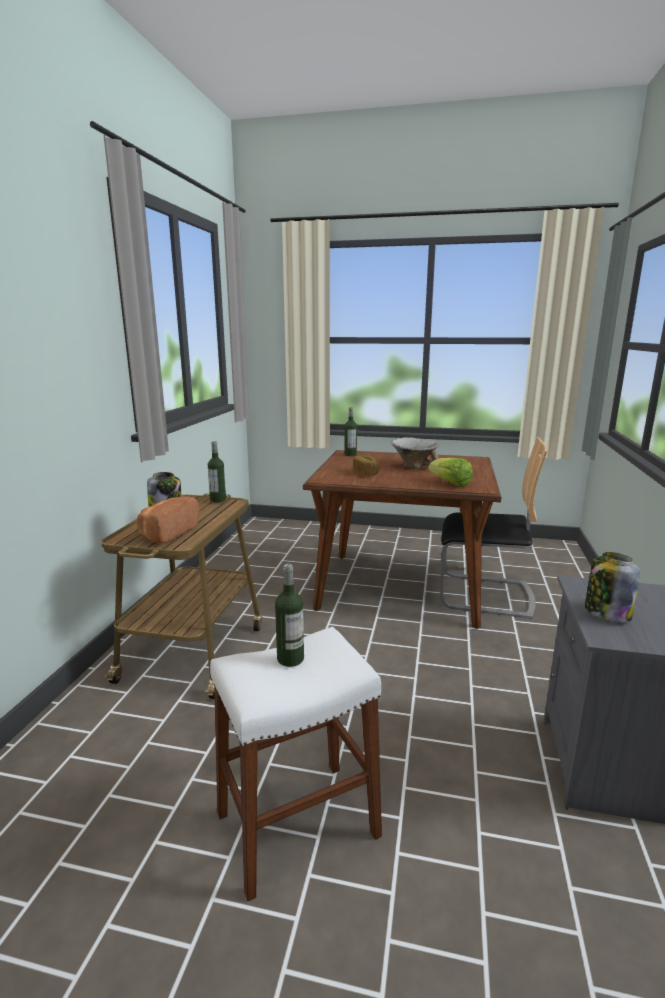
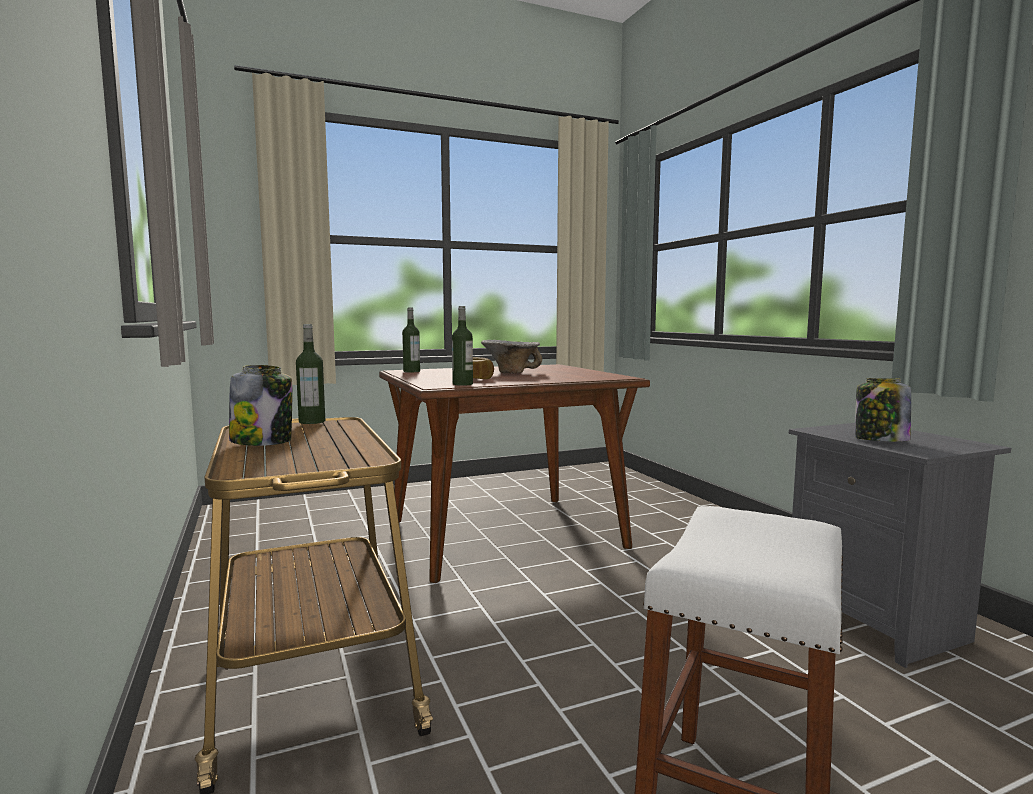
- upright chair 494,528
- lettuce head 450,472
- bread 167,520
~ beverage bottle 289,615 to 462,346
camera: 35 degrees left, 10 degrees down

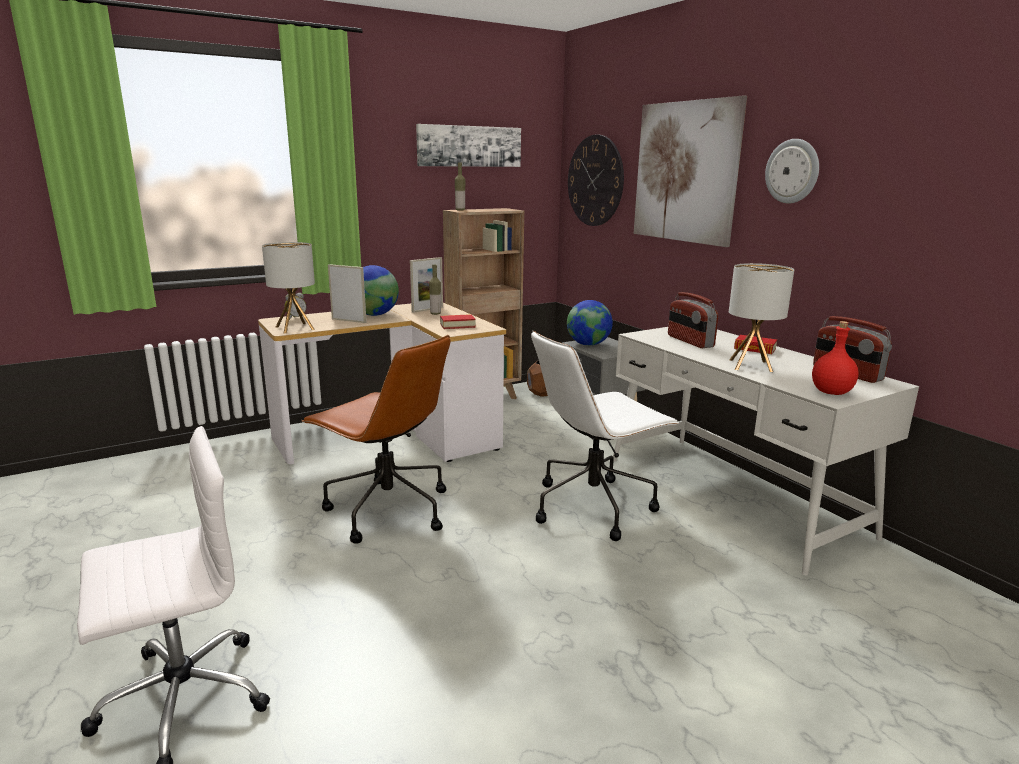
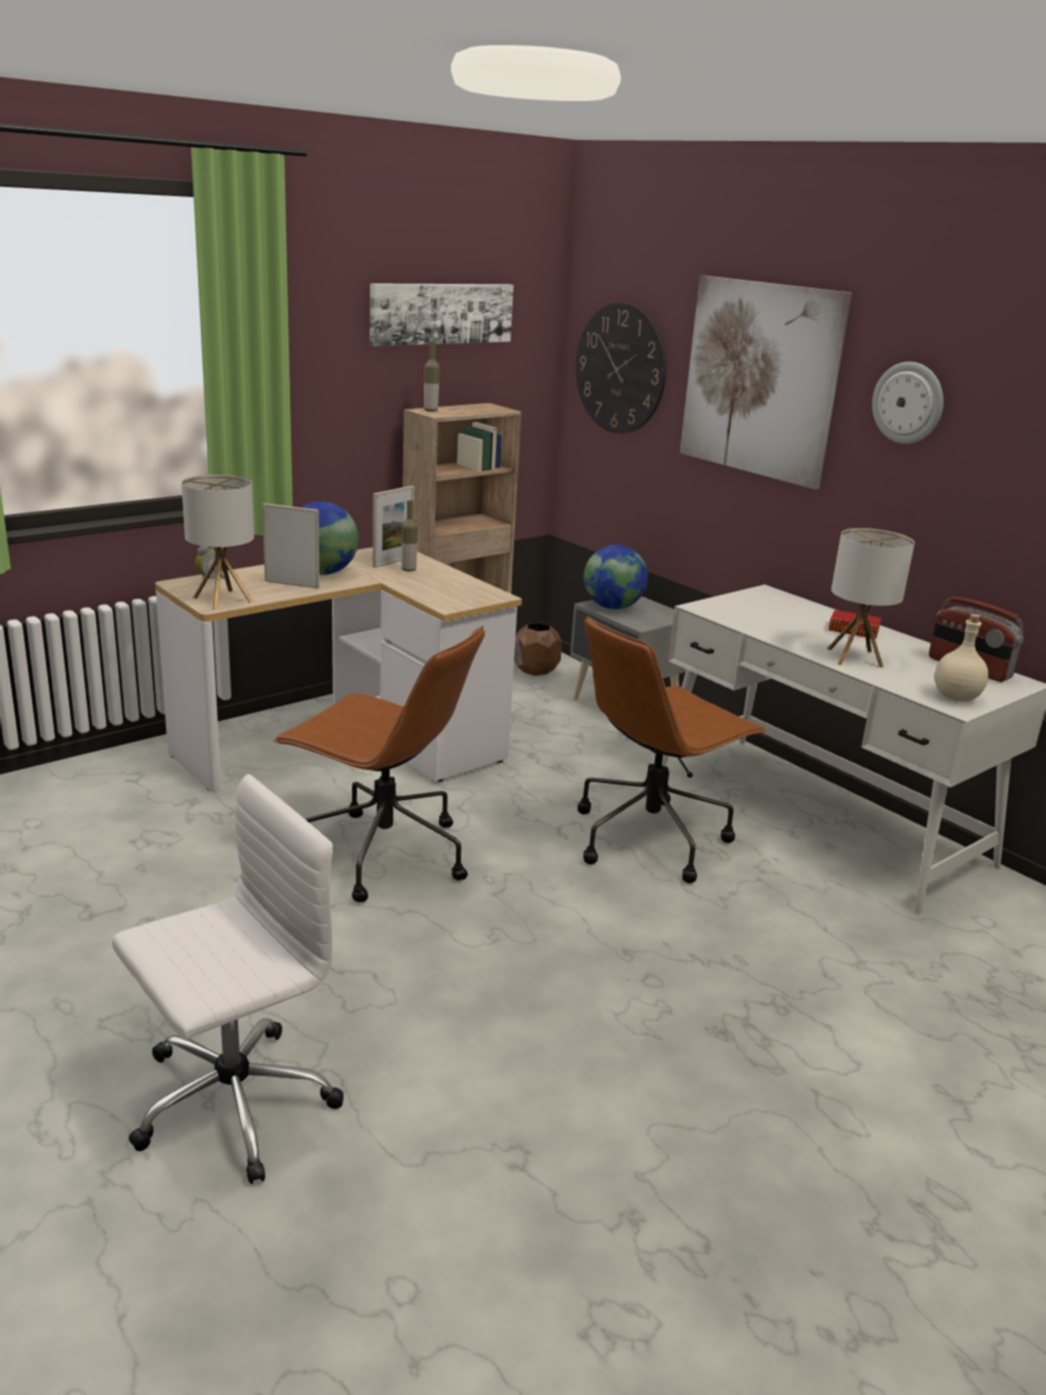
- radio 693,320
- bound book 458,321
~ beverage bottle (red) 835,358 to beverage bottle (sand-coloured) 961,657
~ computer chair (whitish) 605,436 to computer chair (brown) 672,749
camera: 10 degrees left, 5 degrees up

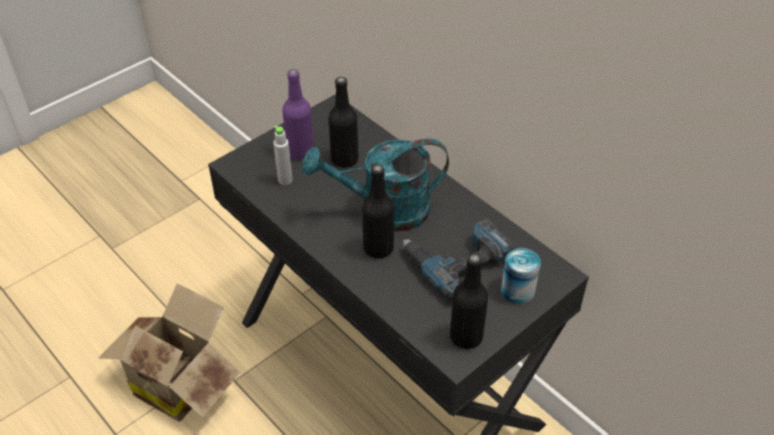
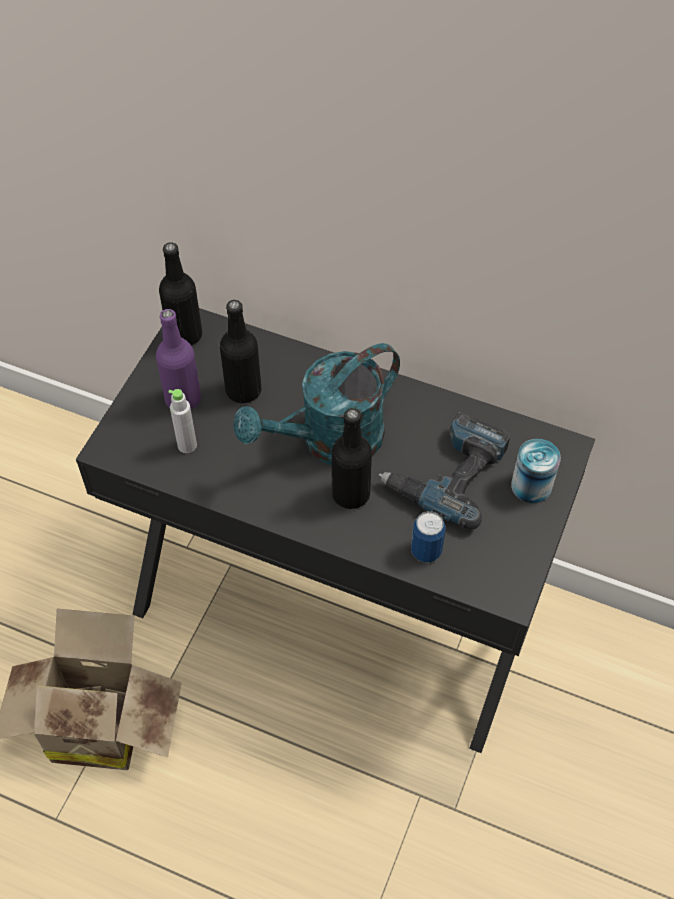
~ beverage bottle (blackish) 469,301 to 180,294
+ sealed can 428,537
camera: 25 degrees left, 10 degrees up

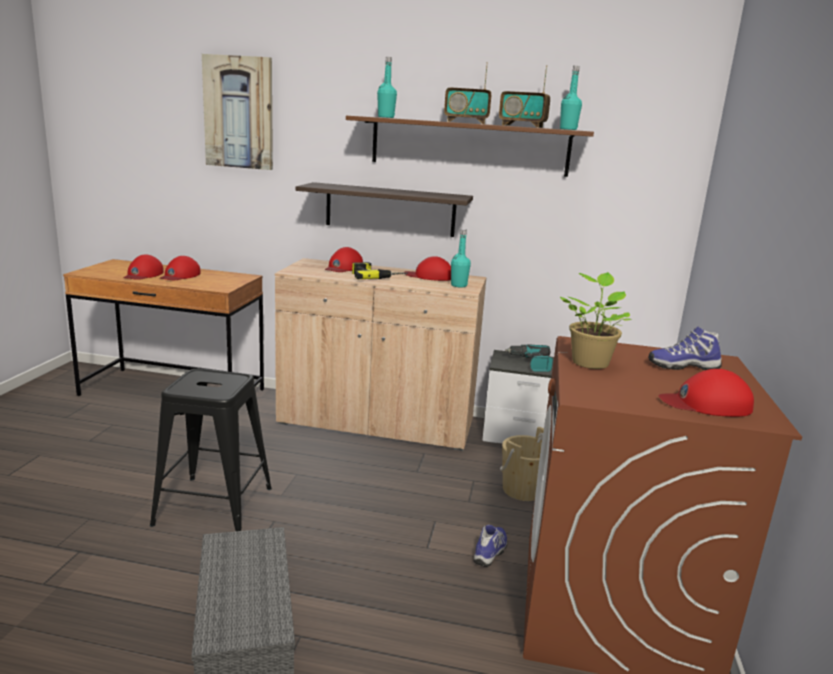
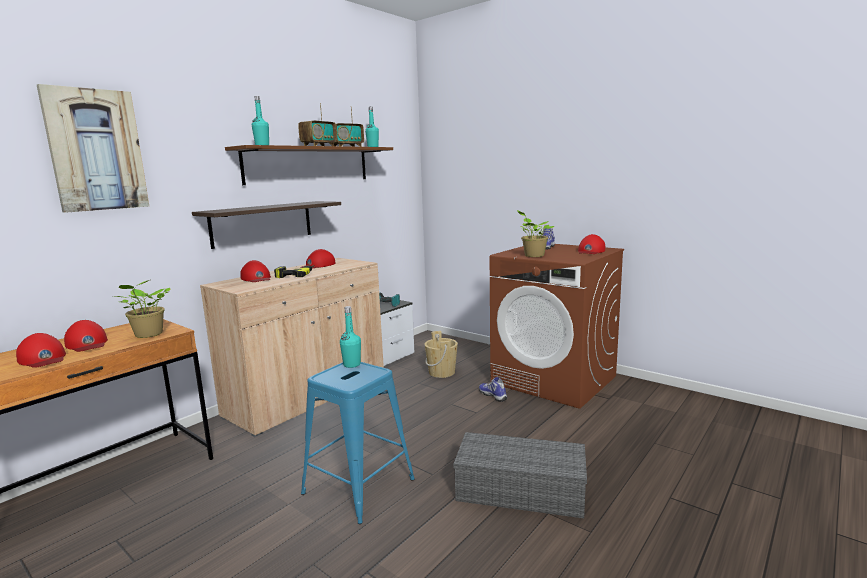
~ beverage bottle (turquoise) 461,258 to 350,337
~ stool seat (blackish) 211,450 to stool seat (blue) 358,443
+ plant in a pot 142,309
camera: 60 degrees left, 5 degrees down

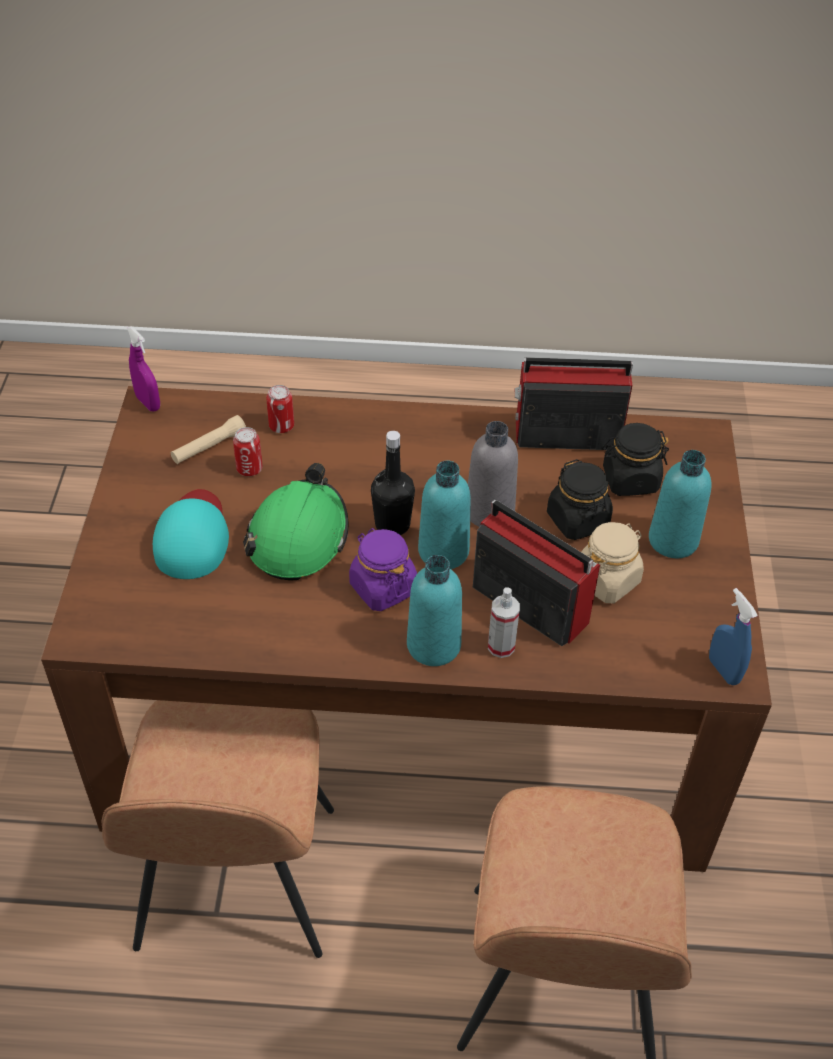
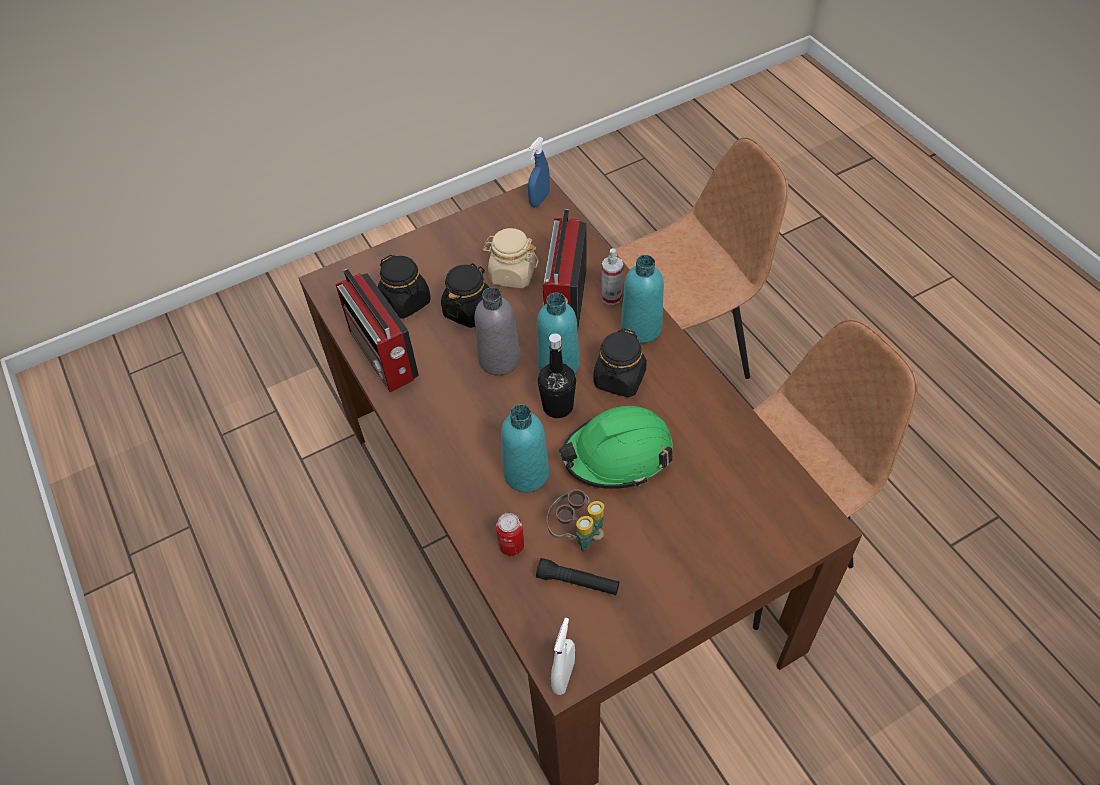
~ sprayer (purple-coloured) 143,368 to sprayer (whitish) 563,656
~ hand torch (sand-coloured) 208,439 to hand torch (blackish) 577,576
~ sealed can 248,451 to pair of binoculars 575,521
~ beverage bottle (turquoise) 680,504 to 525,448
- baseball cap (turquoise) 191,534
~ jar (purple-coloured) 383,569 to jar (blackish) 620,362
camera: 120 degrees left, 5 degrees up

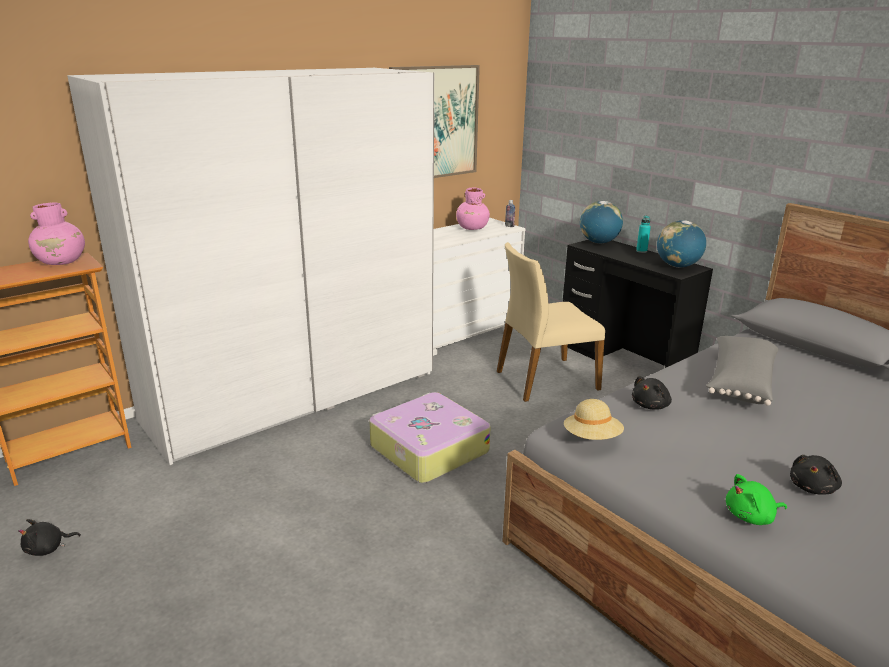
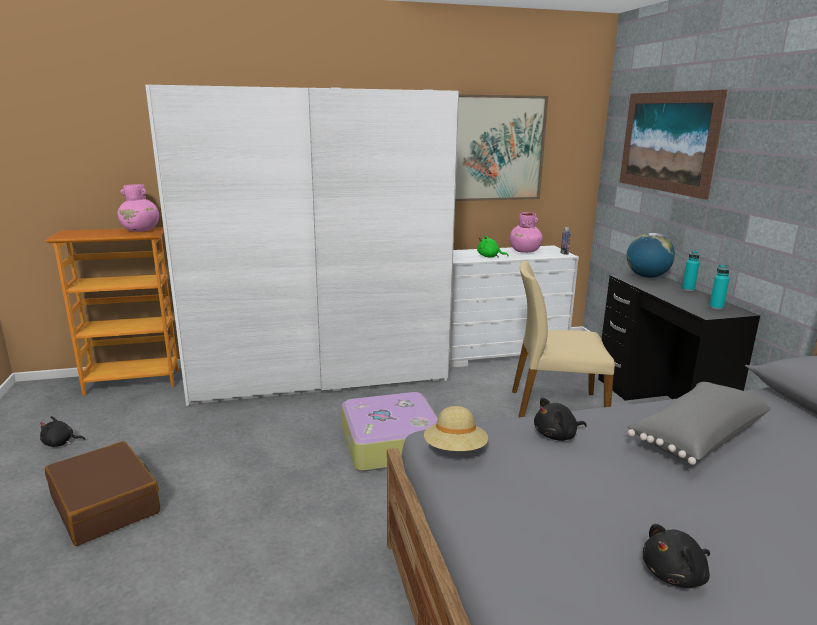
~ globe 681,243 to beverage bottle (turquoise) 719,287
~ cuddly toy (green-coloured) 756,499 to 493,246
+ wall art 673,145
+ piece of luggage (brown) 102,493
camera: 25 degrees right, 5 degrees down

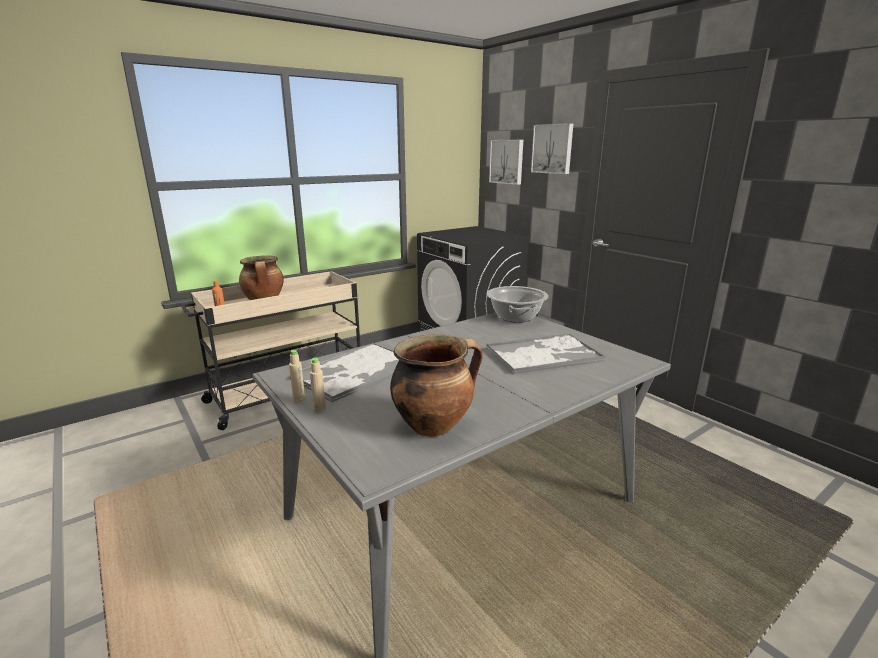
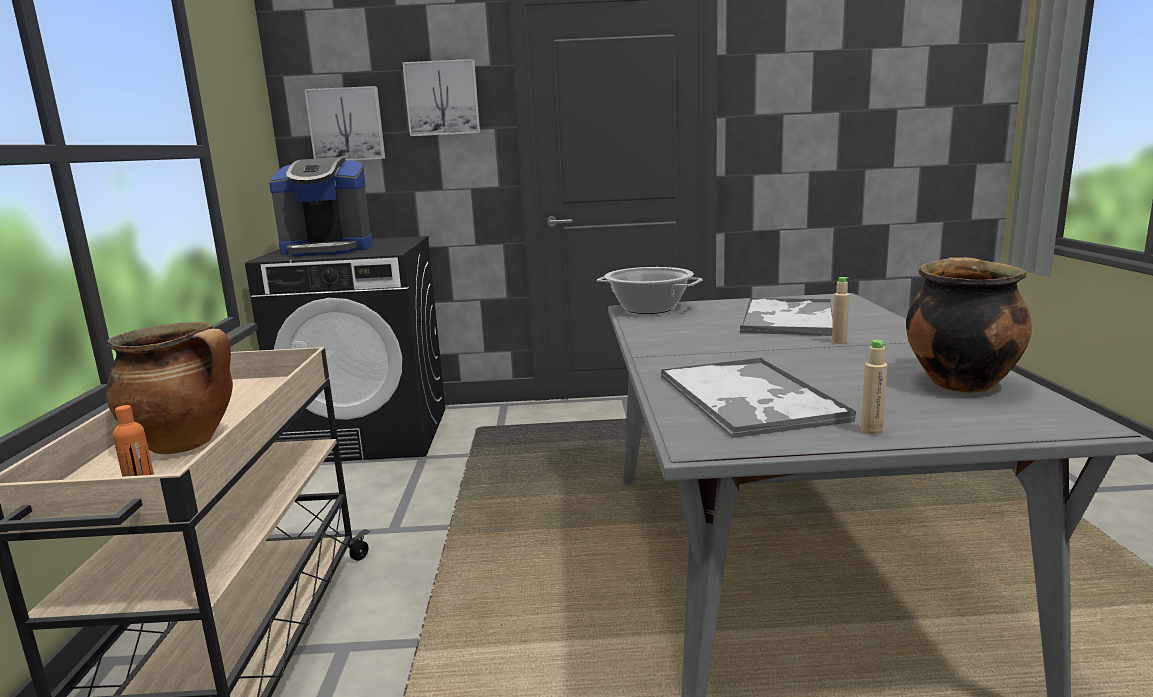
~ beverage bottle (sand-coloured) 297,376 to 841,310
+ coffee brewer 320,206
camera: 55 degrees left, 5 degrees down

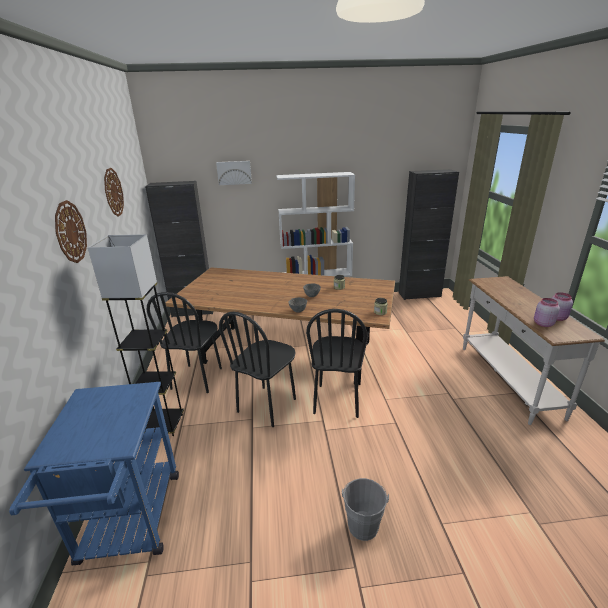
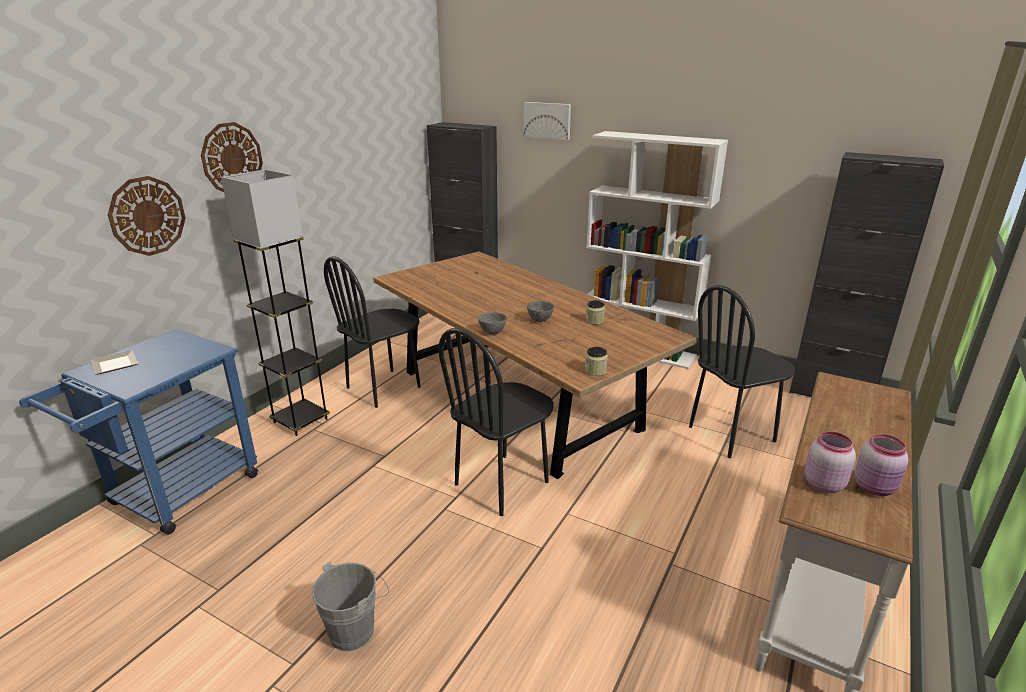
~ clock on the wall 114,192 to 147,216
~ upright chair (blackish) 257,369 to 742,372
+ flat dish 115,362
camera: 35 degrees right, 0 degrees up

